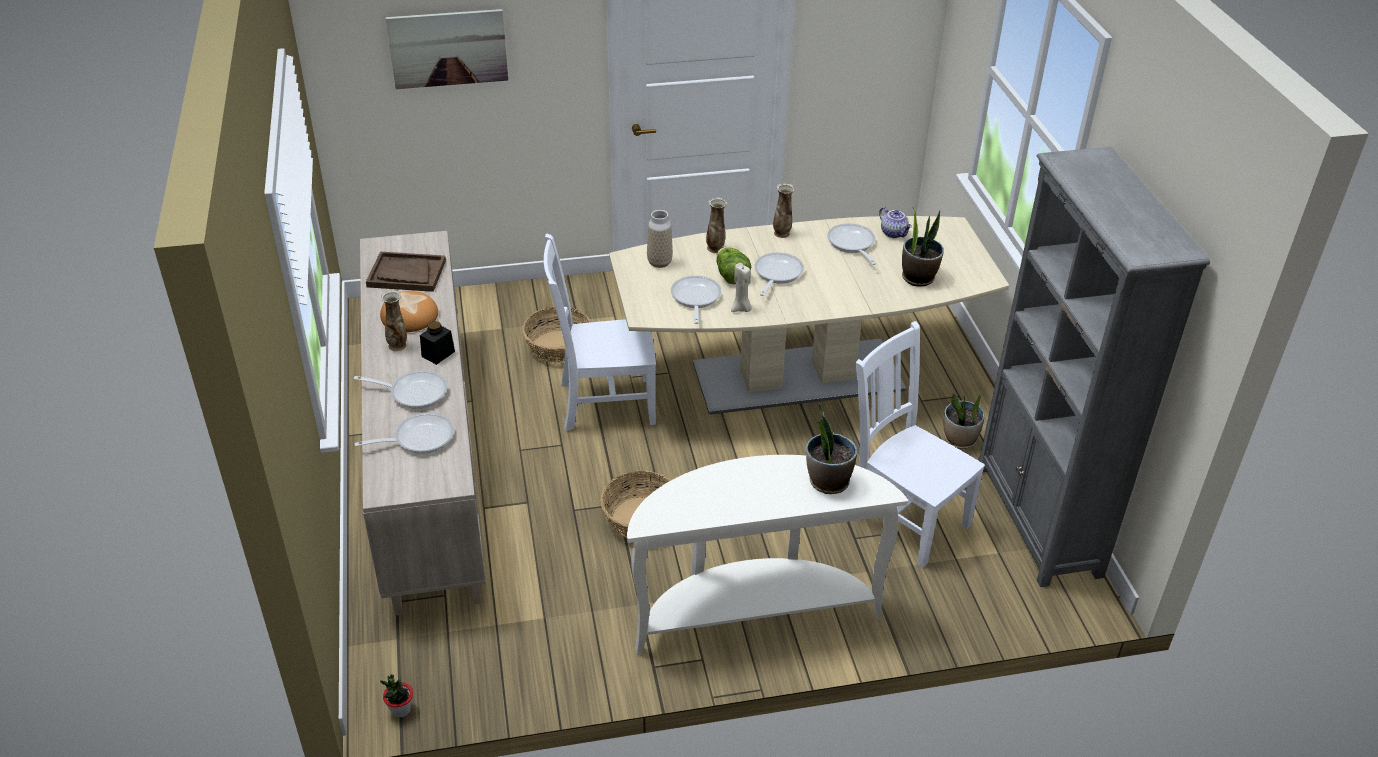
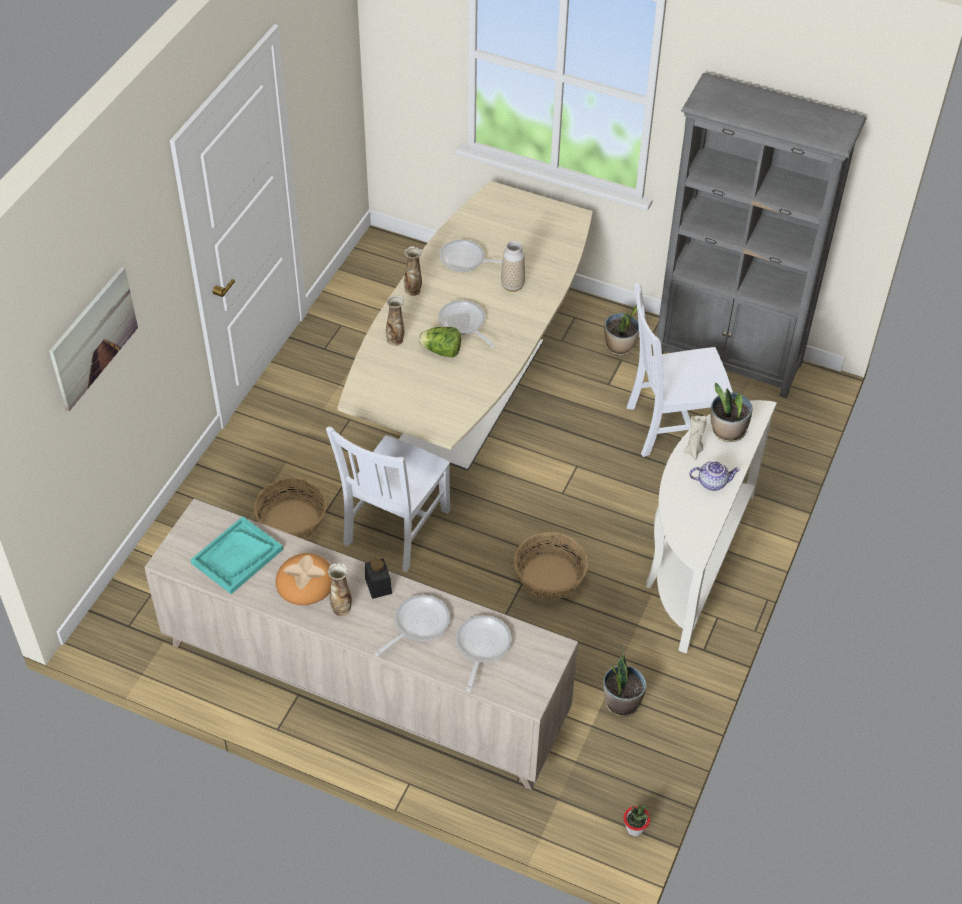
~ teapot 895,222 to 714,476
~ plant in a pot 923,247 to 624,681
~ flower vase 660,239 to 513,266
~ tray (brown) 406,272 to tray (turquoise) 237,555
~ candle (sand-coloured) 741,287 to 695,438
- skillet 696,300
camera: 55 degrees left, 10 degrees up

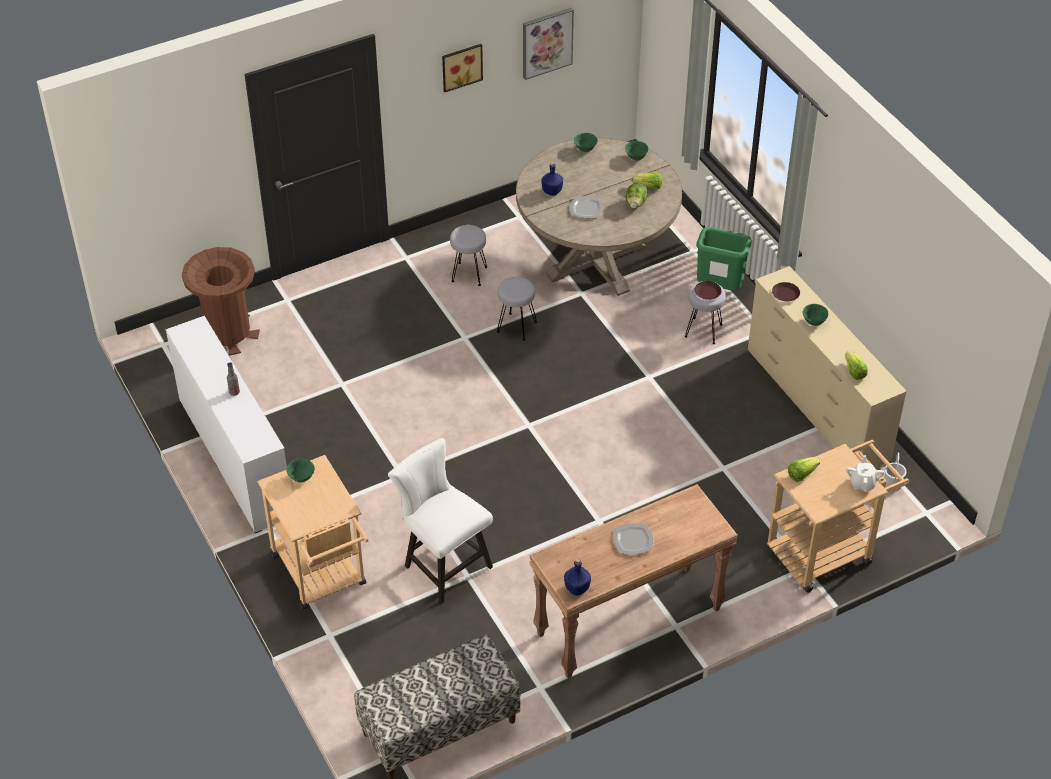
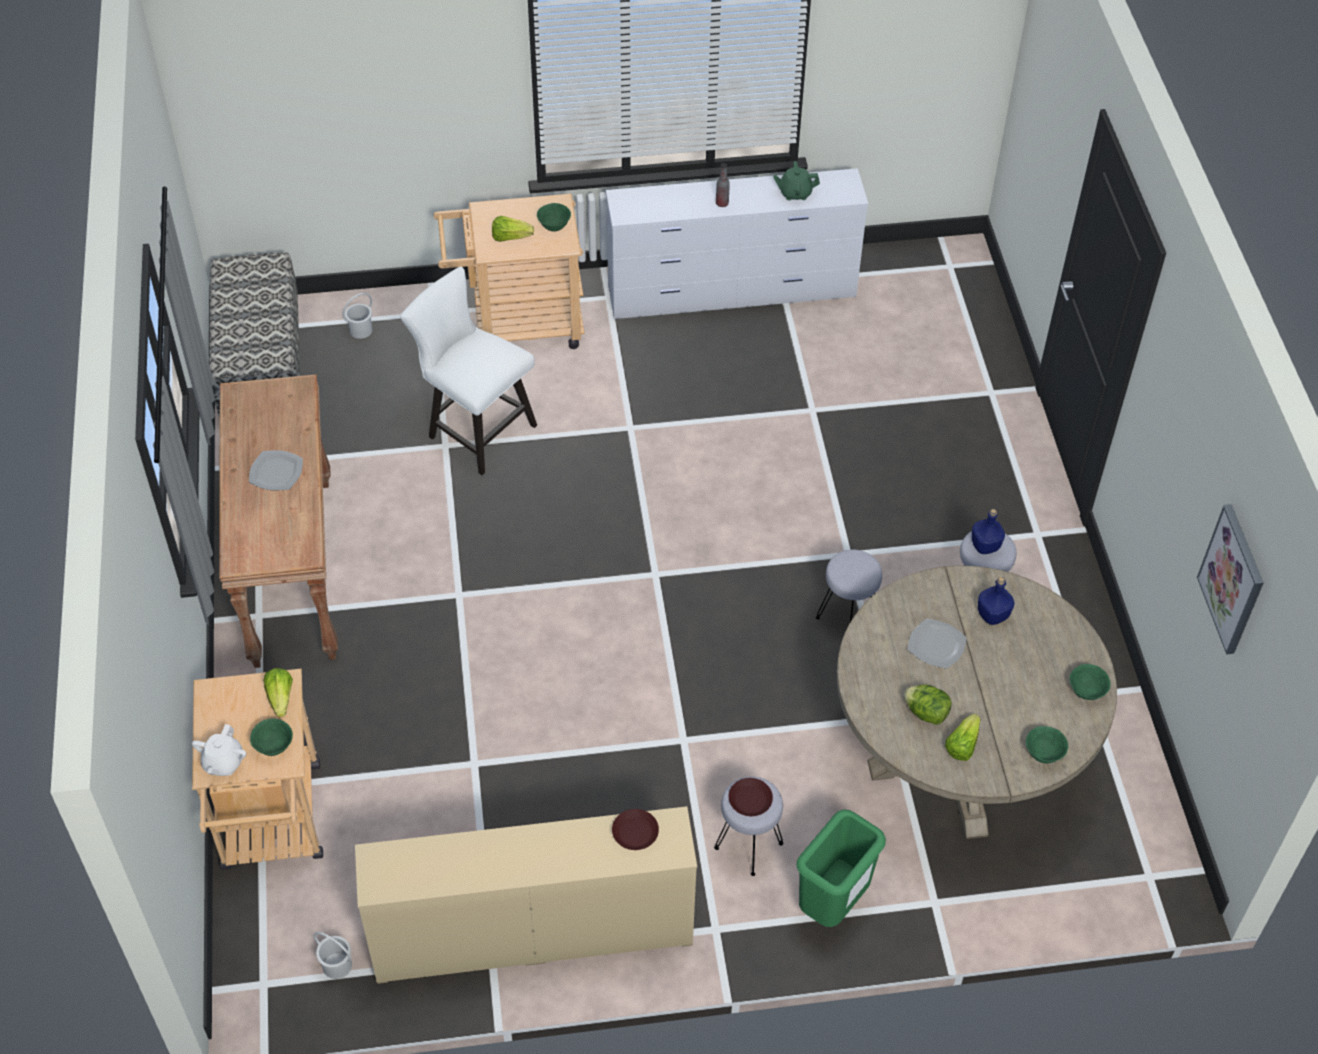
- wall art 462,68
- waste bin (brown) 221,301
~ serving bowl (green-coloured) 815,315 to 271,737
~ lettuce head 856,365 to 513,229
~ upright chair (whitish) 440,521 = 468,370 120 degrees counterclockwise
~ teapot (whitish) 865,473 = 219,750 75 degrees clockwise
~ beverage bottle (blue) 577,577 to 988,531
+ teapot (green-coloured) 796,180
+ water bucket (whitish) 358,316
camera: 110 degrees right, 5 degrees up

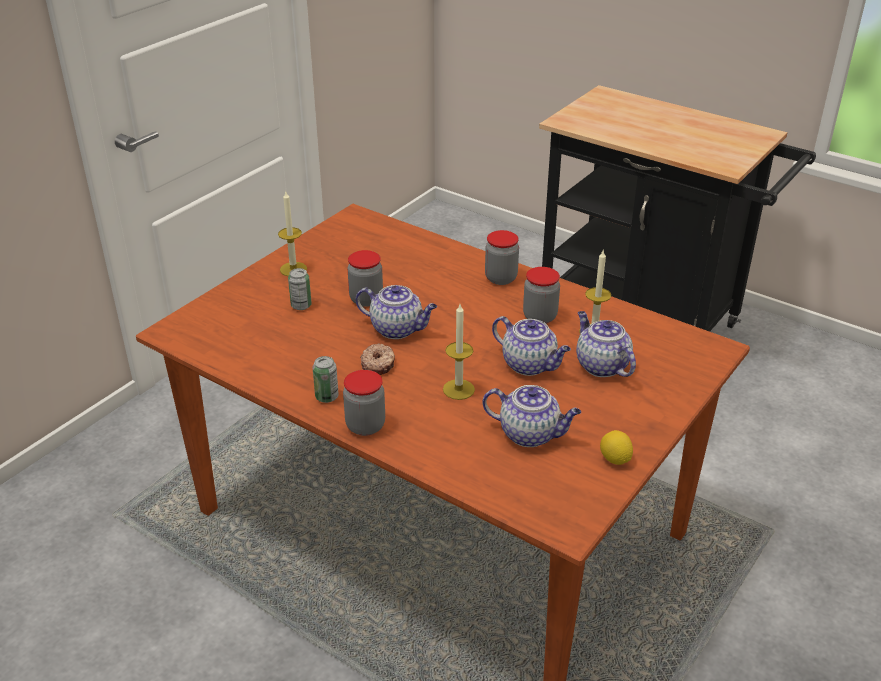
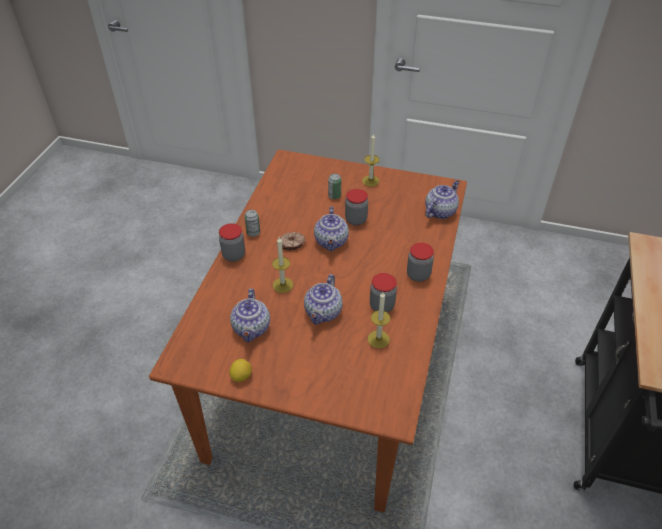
~ teapot 606,344 to 442,199
camera: 70 degrees right, 10 degrees up

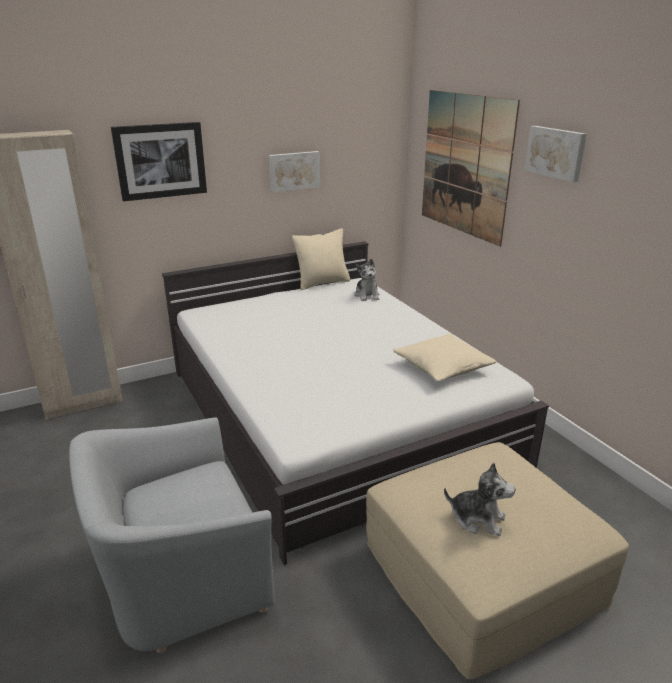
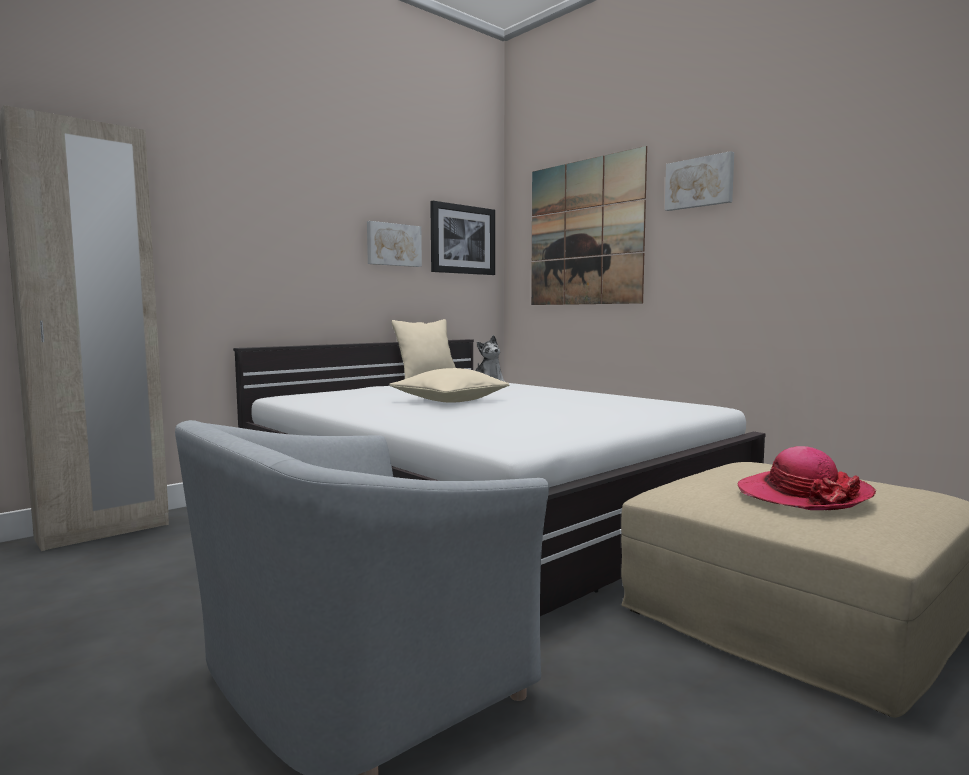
~ wall art 159,162 to 462,238
~ throw pillow (sand-coloured) 444,357 to 449,385
~ cuddly toy 480,499 to hat 807,478
camera: 15 degrees left, 20 degrees down

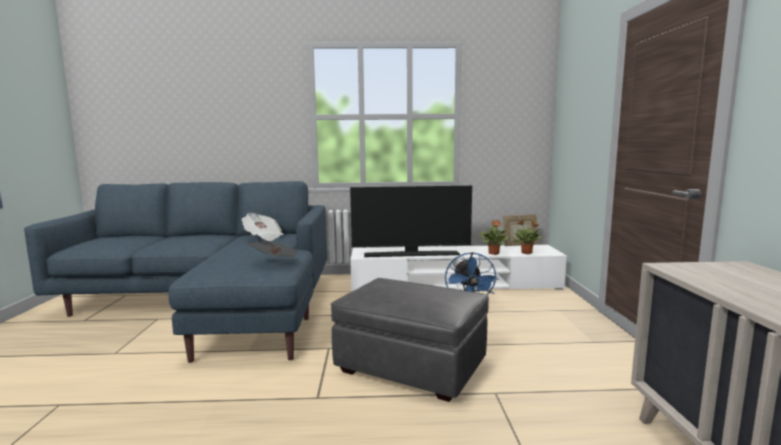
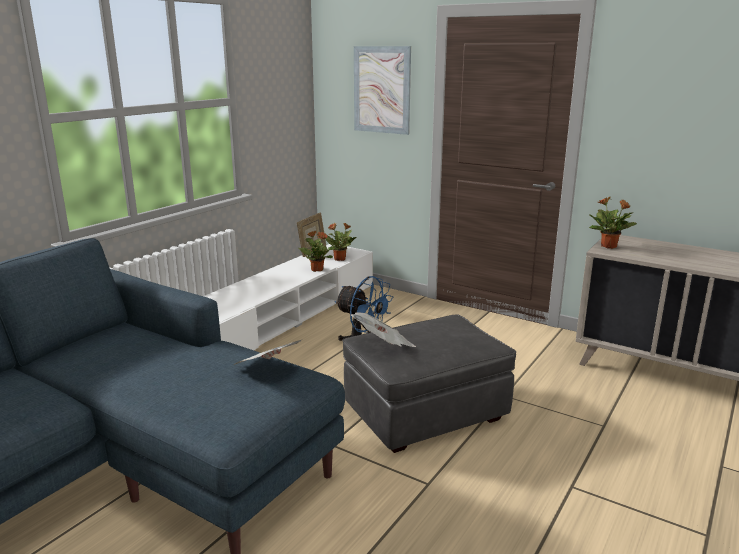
- television 411,221
~ printed paper 262,227 to 383,329
+ wall art 382,90
+ plant in a pot 613,223
camera: 55 degrees left, 10 degrees up

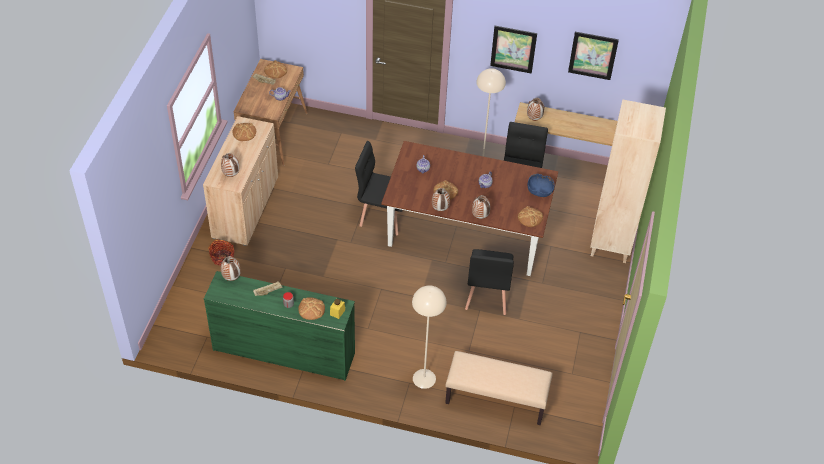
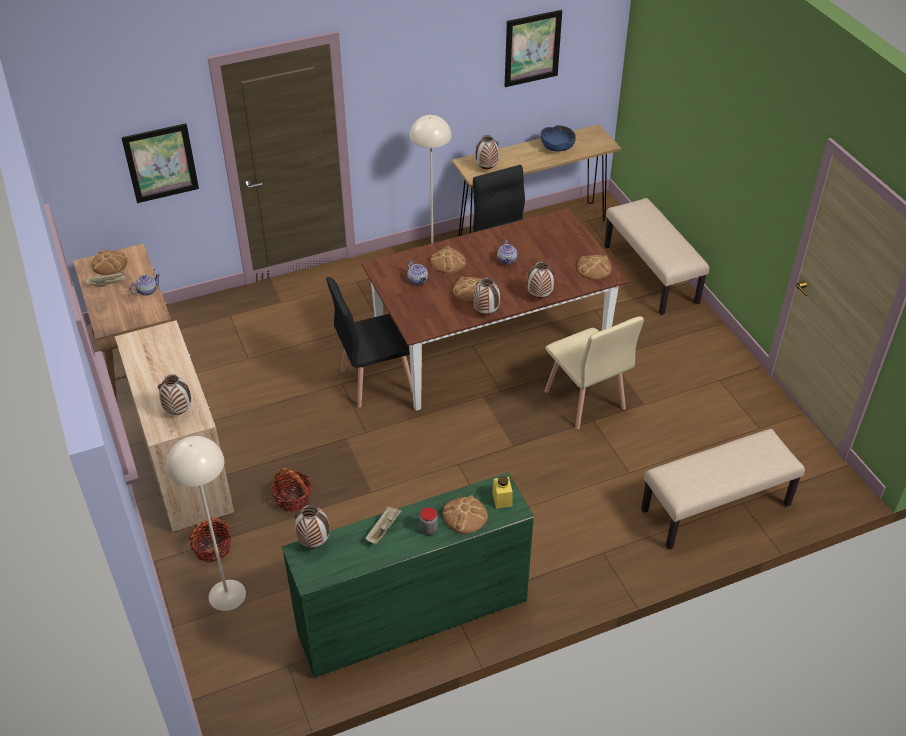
~ wall art 513,50 to 160,163
~ shelving unit (sand-coloured) 628,181 to indoor bench (sand-coloured) 656,256
~ bread 244,132 to 448,260
~ serving bowl (blue) 541,185 to 558,138
~ upright chair (blackish) 489,282 to upright chair (sand-coloured) 594,372
~ standing lamp (sand-coloured) 429,337 to 206,523
+ household basket 291,490
camera: 35 degrees left, 5 degrees down

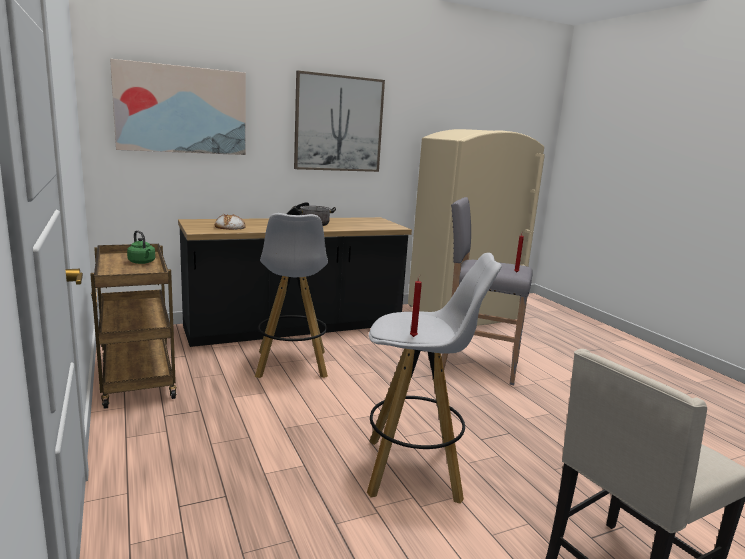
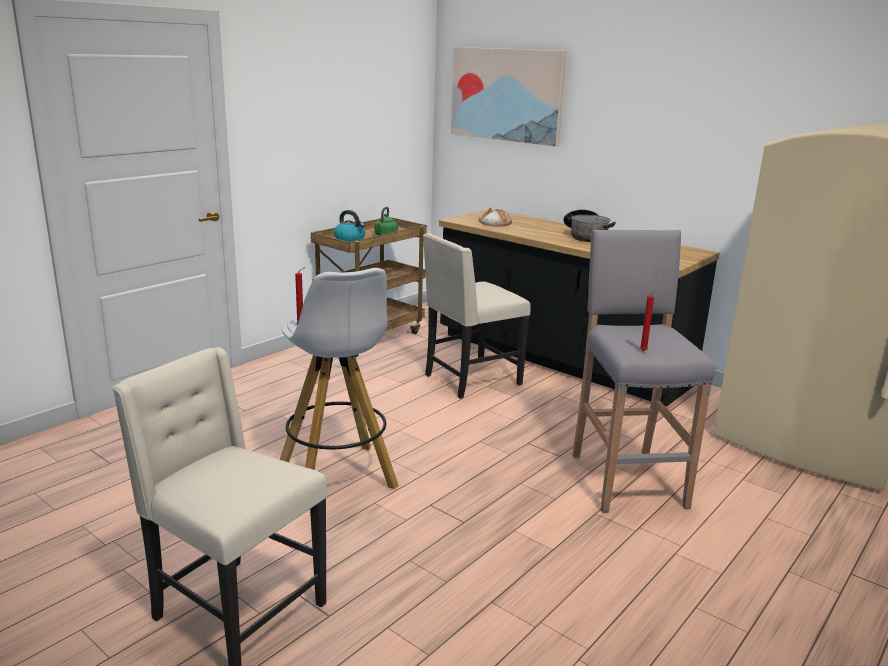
- wall art 339,121
~ stool seat (whitish) 291,295 to upright chair (sand-coloured) 477,316
+ kettle 349,226
camera: 65 degrees right, 5 degrees up

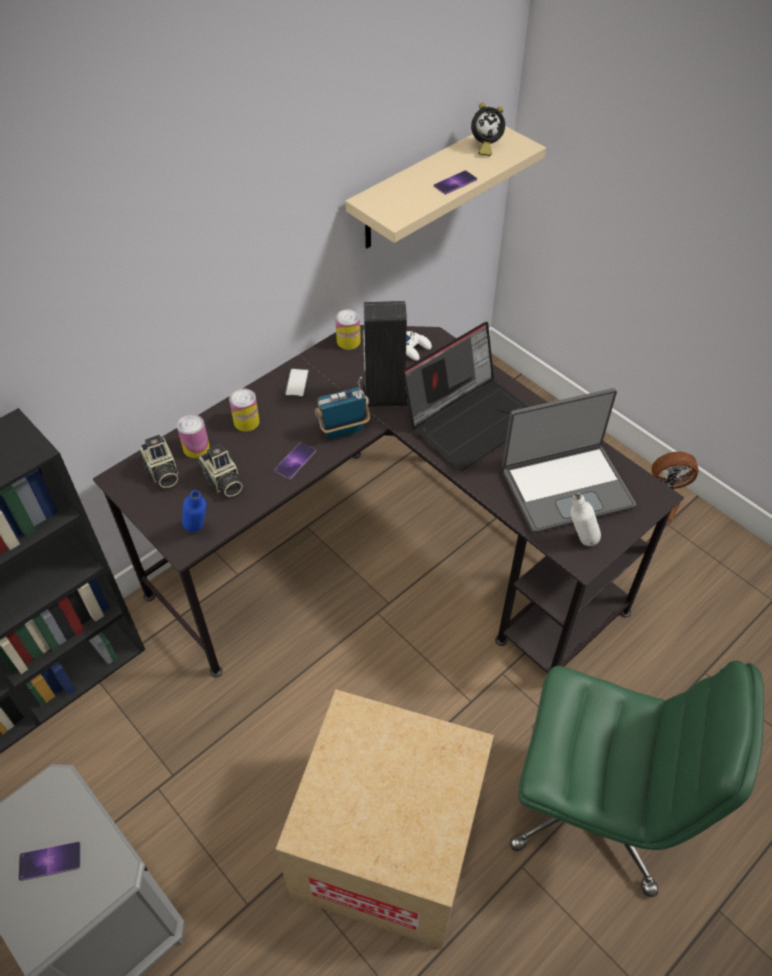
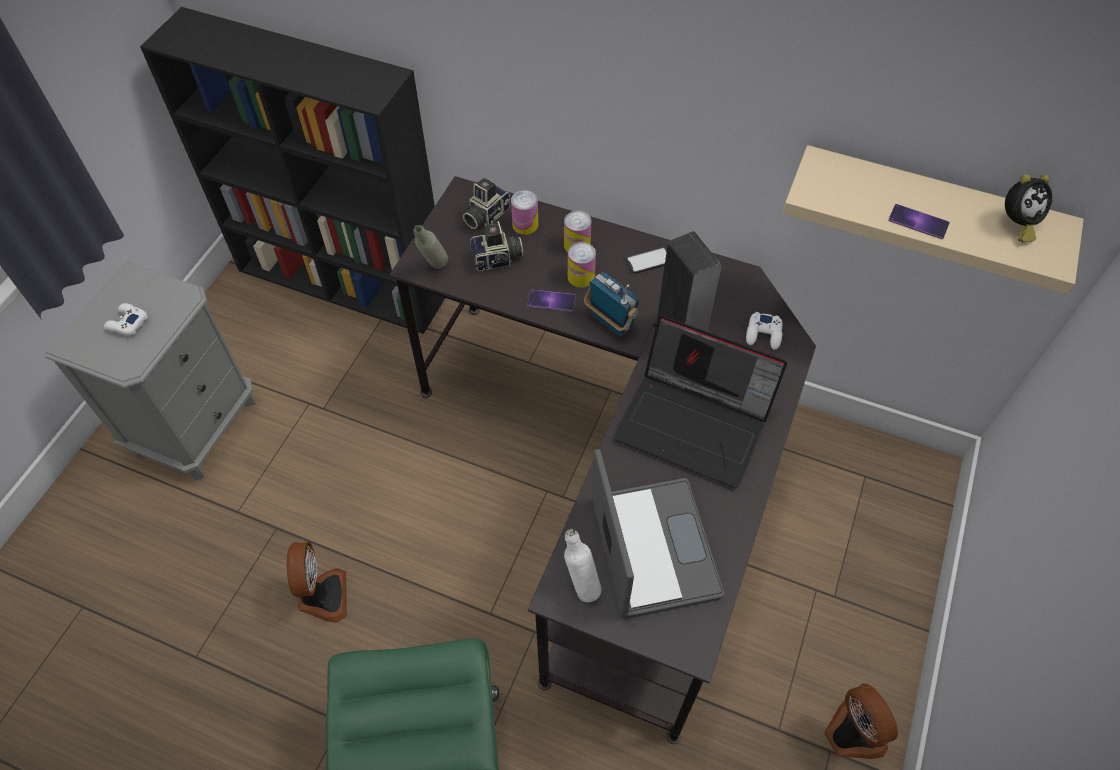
~ bedside clock 488,129 = 1028,208 75 degrees counterclockwise
~ sealed can 348,329 to 582,265
~ laptop 569,460 = 657,533 150 degrees counterclockwise
~ photo camera 220,470 = 496,246 135 degrees counterclockwise
~ beverage bottle (blue) 194,511 to beverage bottle (gray) 430,247
~ cardboard box 384,819 to fan 317,582
~ telephone 49,861 to gamepad (whitish) 126,319
camera: 65 degrees right, 5 degrees up

